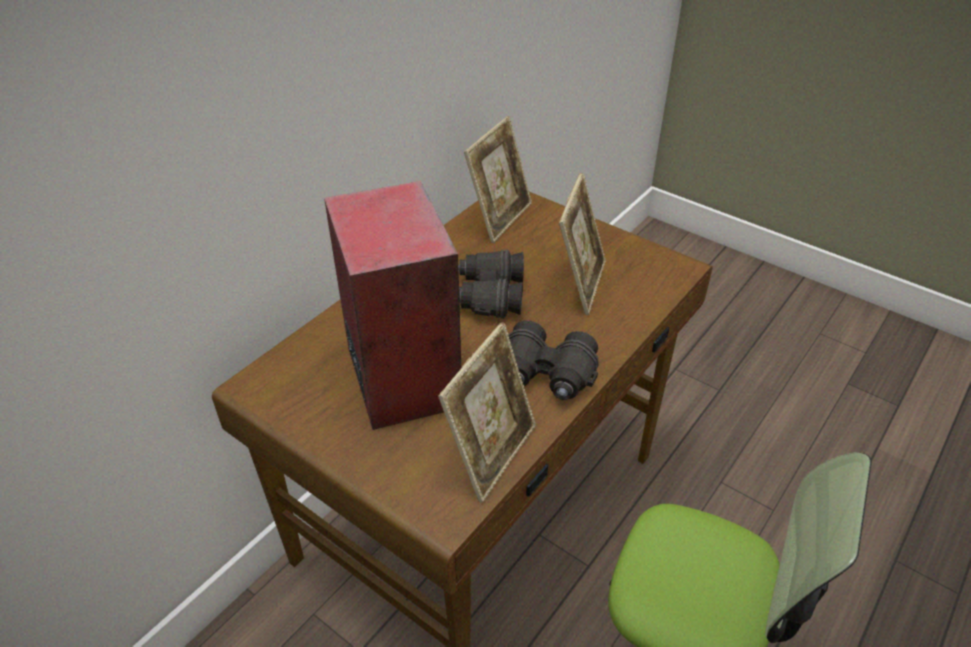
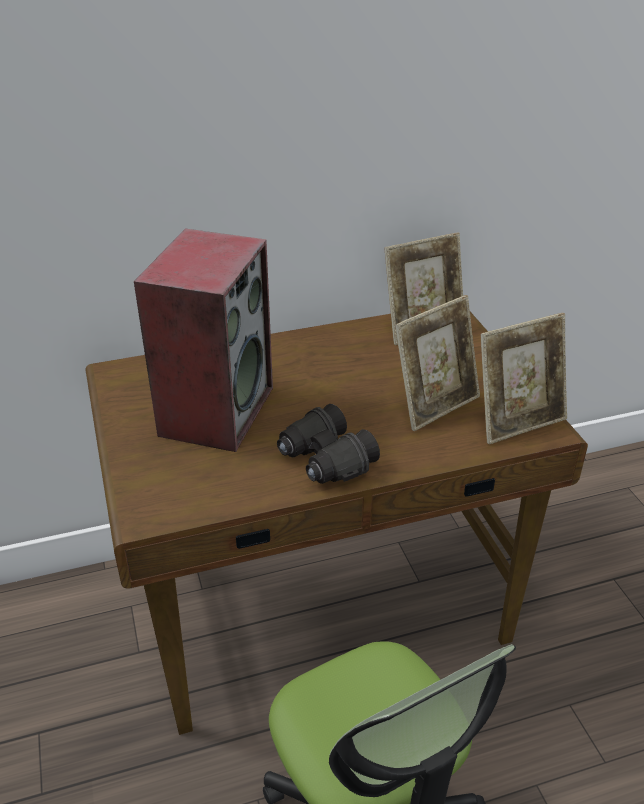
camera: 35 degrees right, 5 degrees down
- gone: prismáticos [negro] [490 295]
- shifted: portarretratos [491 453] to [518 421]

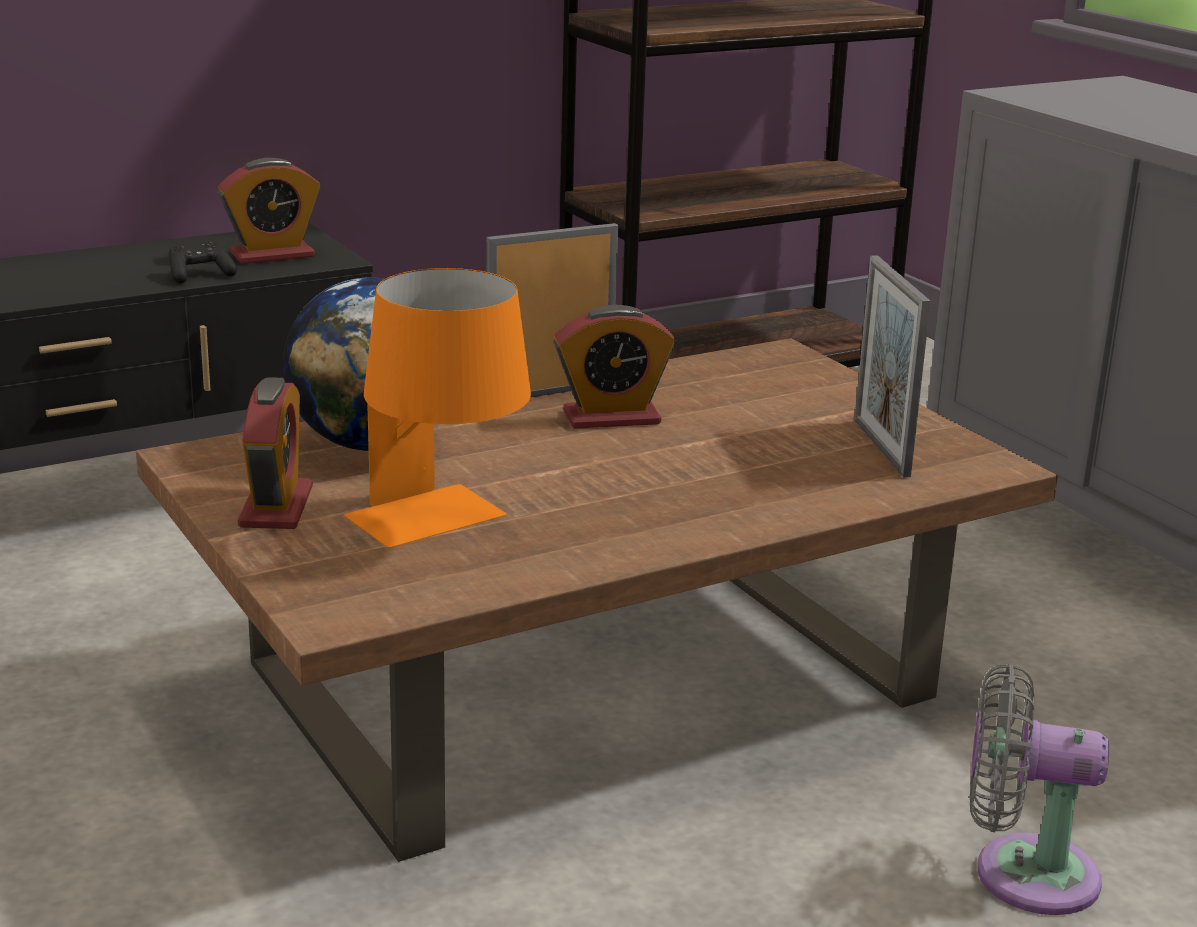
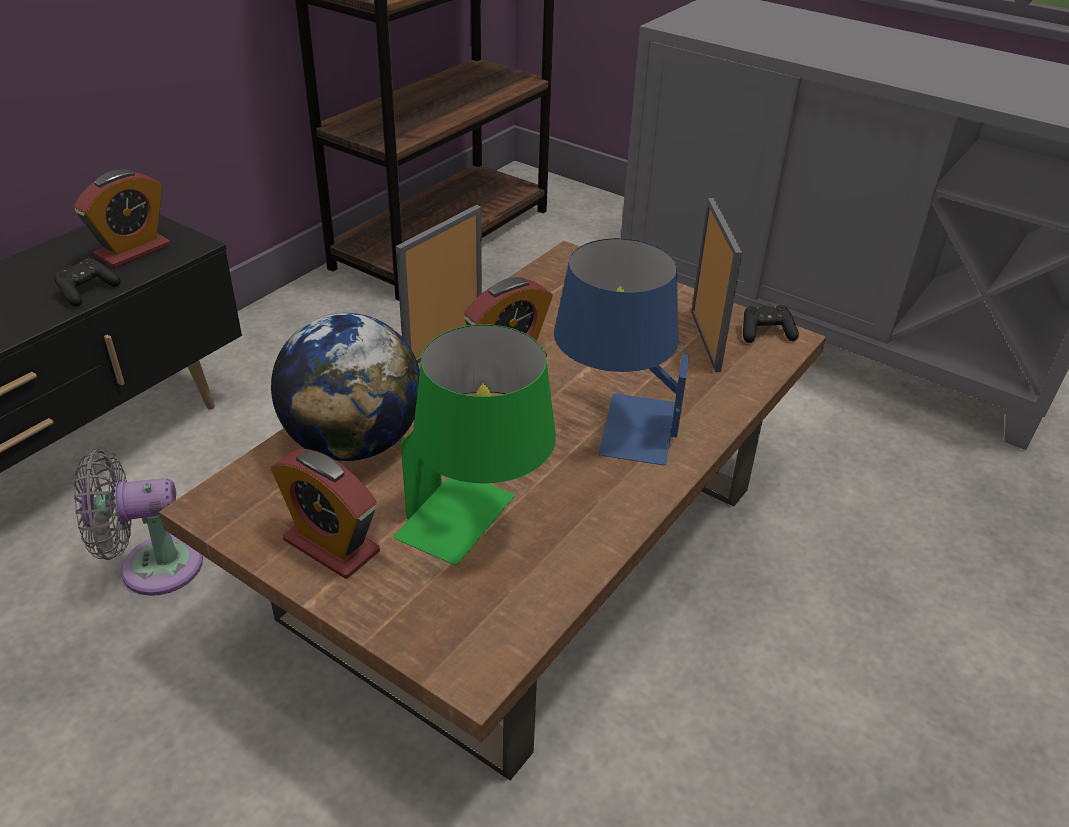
camera: 25 degrees left, 15 degrees up
- rotated: portarretratos [881 448] = [705 340] 150 degrees counterclockwise
- repainted: lámpara de mesa [naranja] [443 526] to lámpara de mesa [verde] [477 524]
- rotated: despertador [276 507] = [331 546] 150 degrees clockwise
- shifted: ventilador [gris] [1022 873] to [152 567]
- new: lámpara de mesa [azul] [615 425]
- new: mando de consola [negro] [766 333]

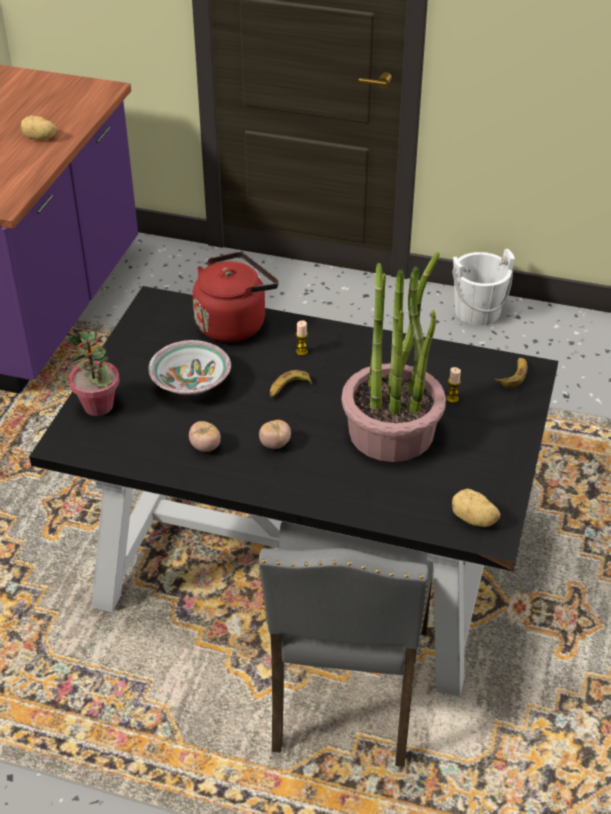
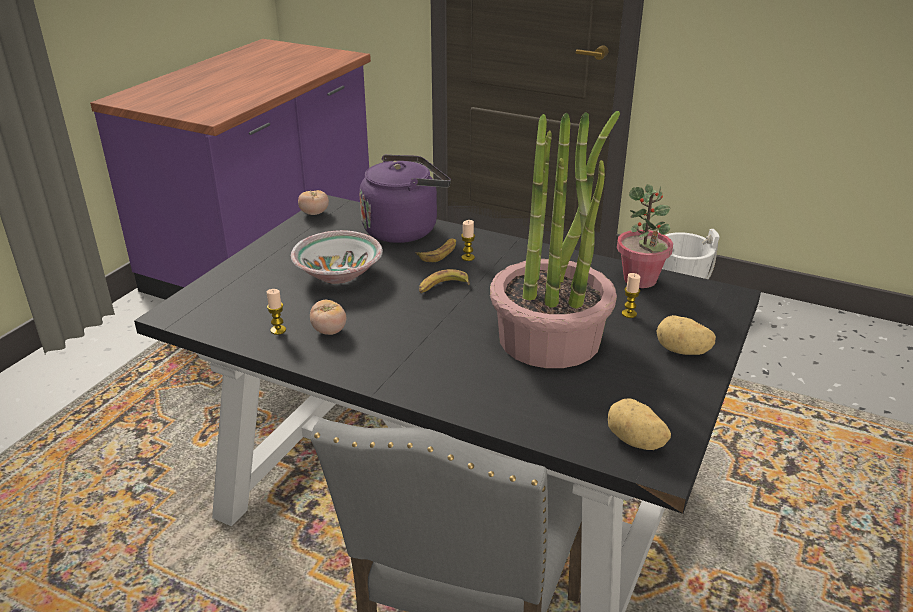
camera: 10 degrees right, 10 degrees down
- shifted: patata [39 138] to [682 351]
- repainted: hervidor [rojo] [234 323] to hervidor [morado] [404 229]
- shifted: planta en maceta [98 406] to [640 280]
- shifted: plátano [513 375] to [439 253]
- shifted: tomate [275 444] to [314 213]
- new: vela [278 330]

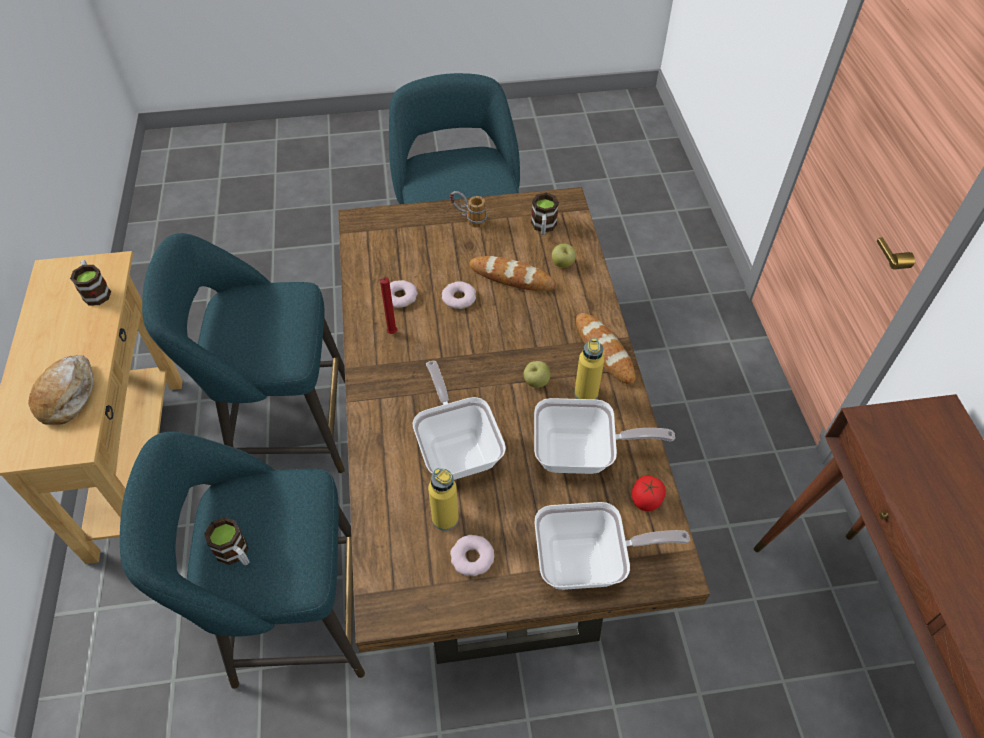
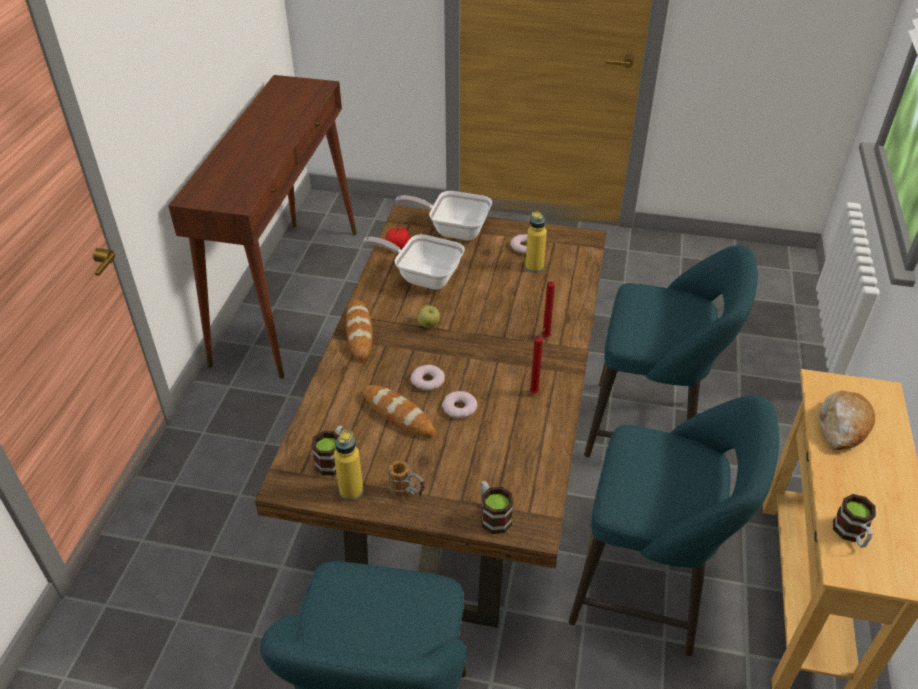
camera: 160 degrees left, 10 degrees down
- gone: manzana [563 264]
- shifted: rosquilla [400 296] to [427 381]
- shifted: botella [amarillo] [586 393] to [351 491]
- gone: sartén [457 448]
- shifted: taza grande [236 554] to [492 515]
- new: vela [rojo] [544 337]

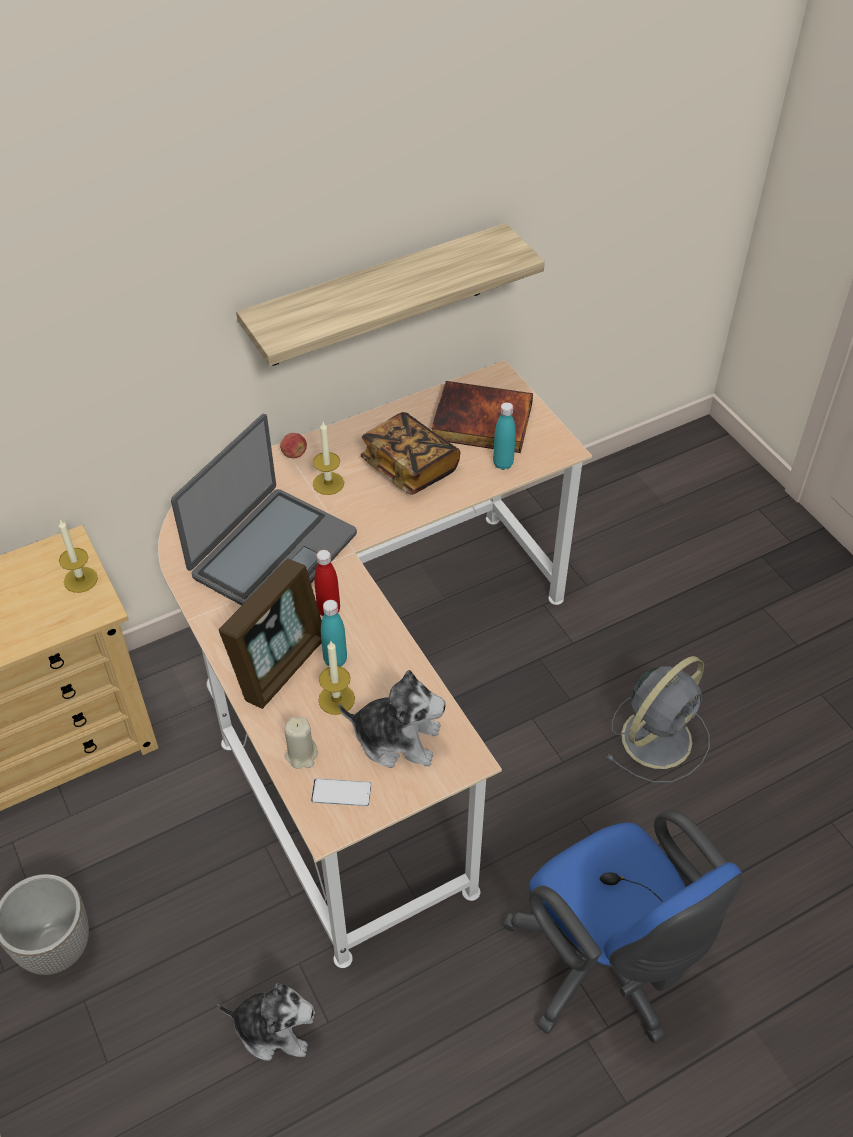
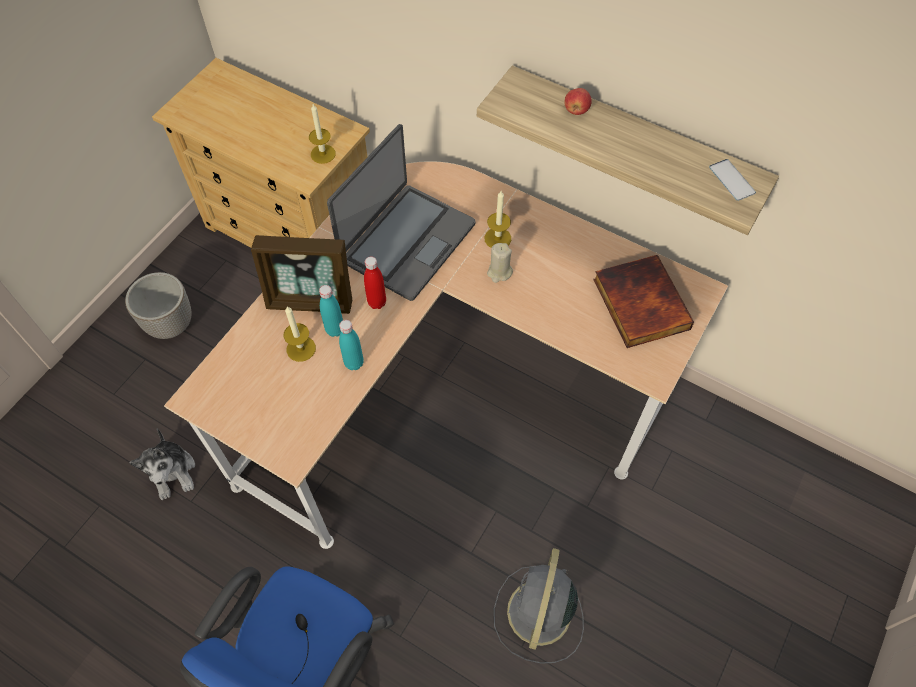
camera: 60 degrees right, 10 degrees up
- shifted: botella [turquesa] [503 464] to [354 363]
- gone: libro [410 467]
- rotated: portátil [272 554] = [406 242] 60 degrees counterclockwise
- shifted: manzana [294 454] to [576 110]
- rotated: ventilador [gris] [658 736] = [538 615] 90 degrees clockwise
- gone: peluche [397 738]
- shifted: vela [beis] [302 754] to [499 272]
- shifted: móvil [341 792] to [731 180]

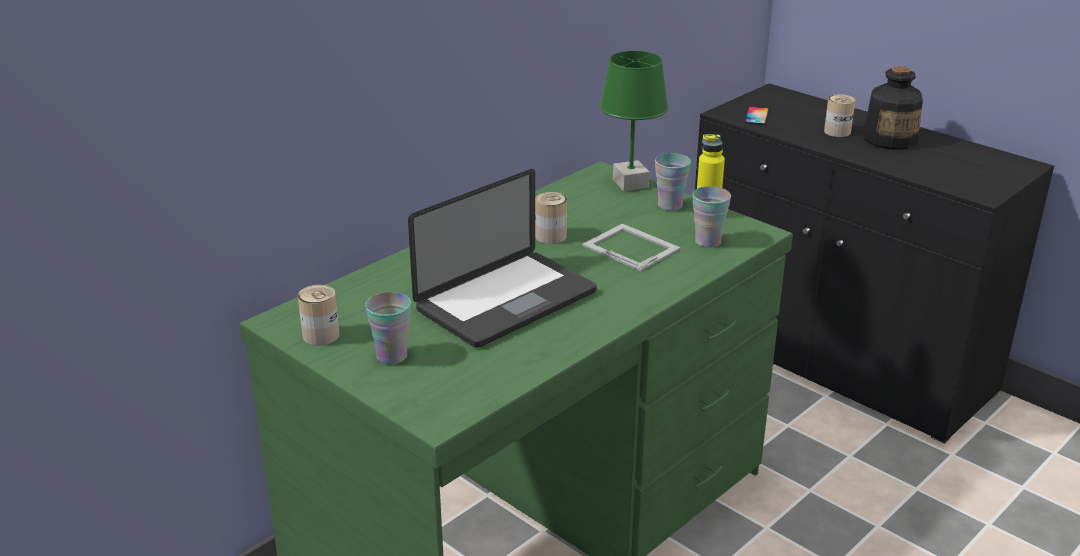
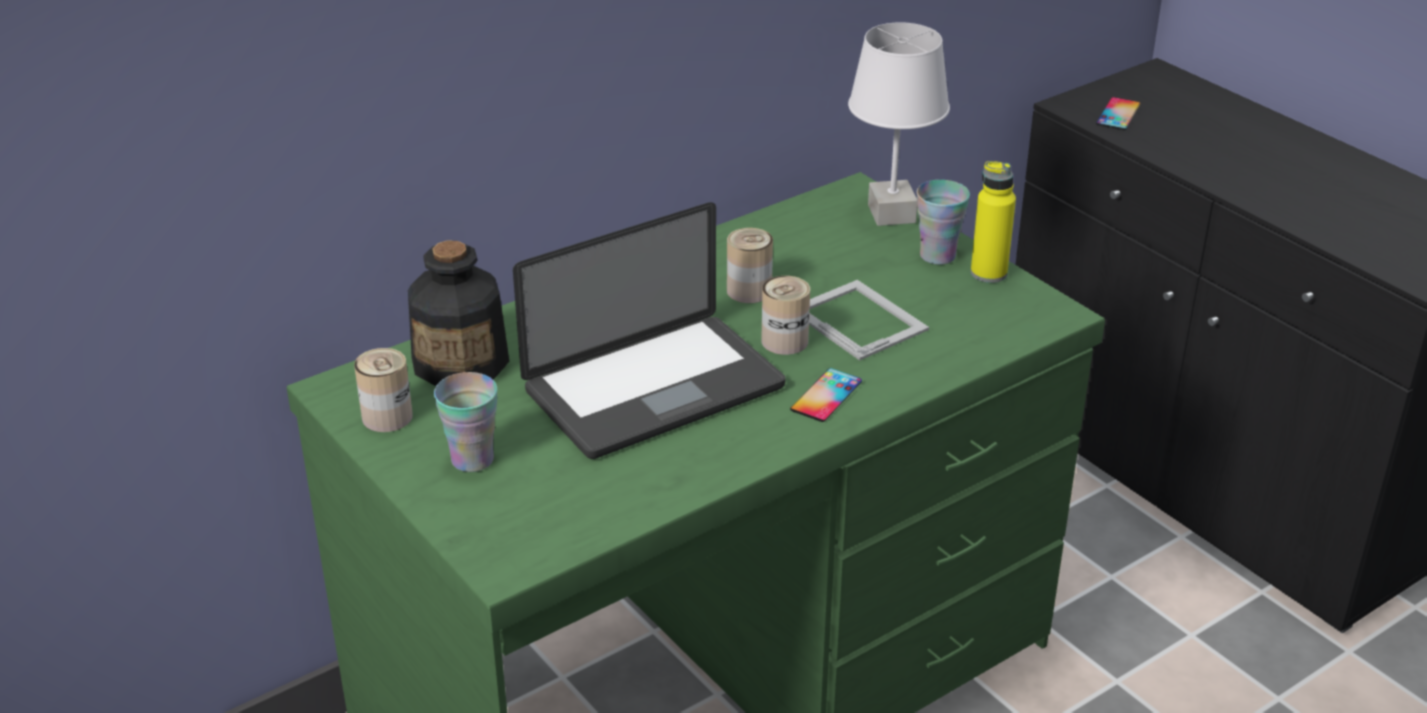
camera: 10 degrees right, 5 degrees up
- repainted: lámpara de mesa [verde] [631 184] to lámpara de mesa [blanco] [892 214]
- shifted: botella [890 139] to [461 362]
- shifted: lata [837 132] to [784 341]
- gone: taza [708 242]
- new: móvil [826 395]

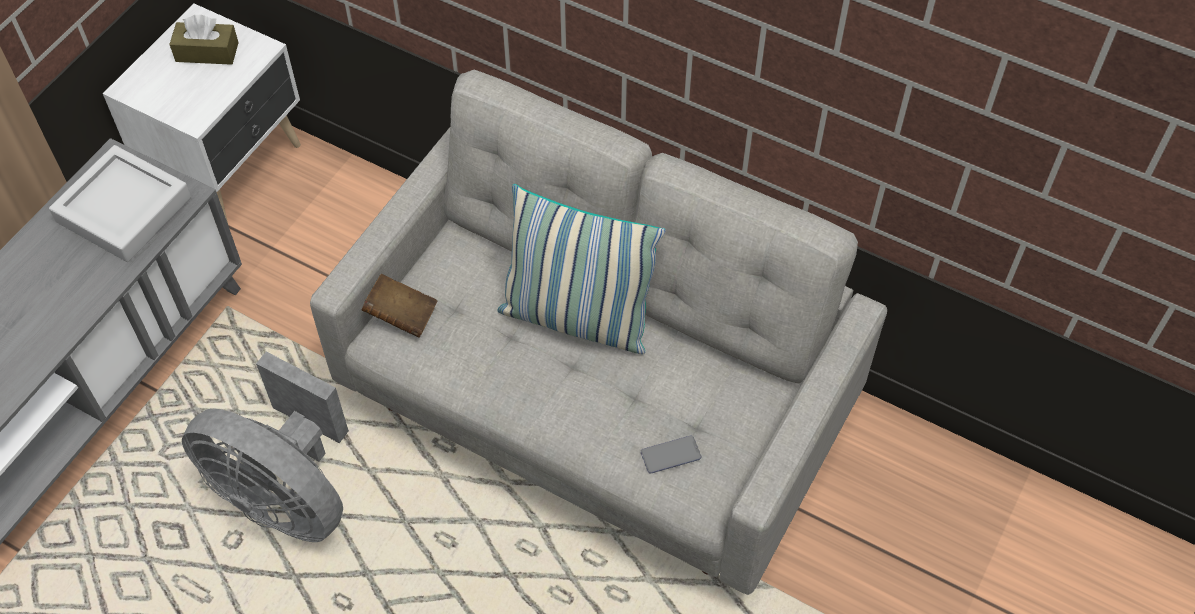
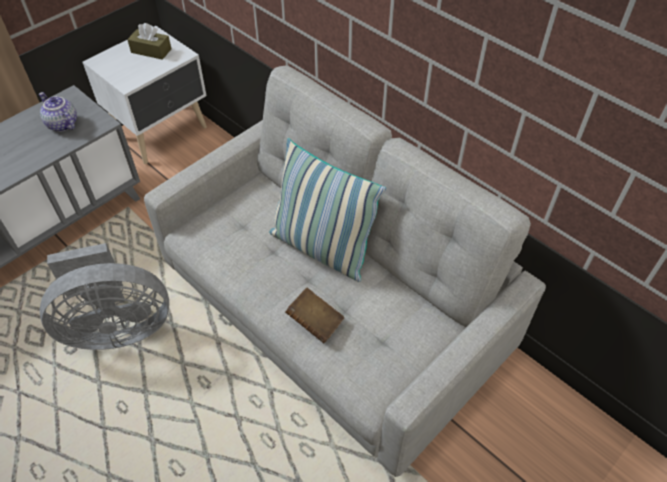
camera: 15 degrees right, 5 degrees down
- swapped: bandeja [gris] [124 209] to tetera [62 124]
- shifted: libro [marrón] [401 315] to [315 322]
- rotated: ventilador [gris] [287 494] = [116 327] 60 degrees counterclockwise
- gone: móvil [670 455]

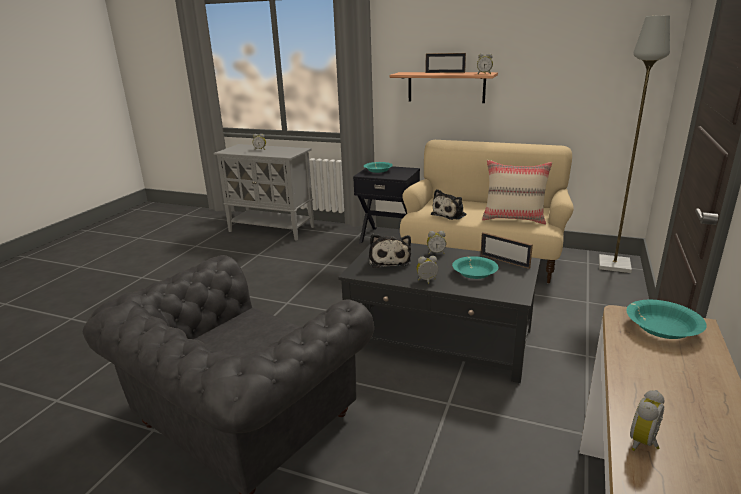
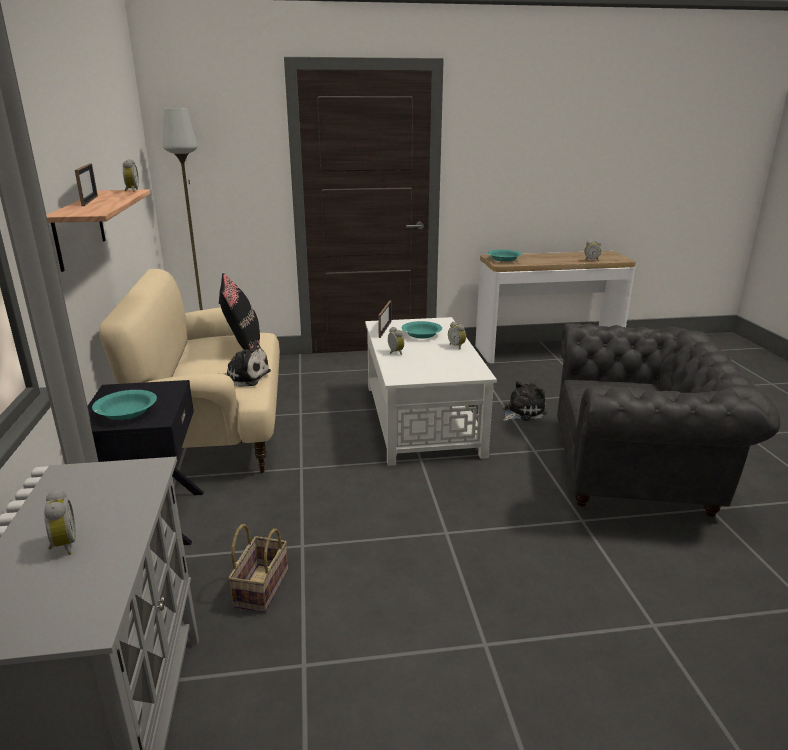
camera: 120 degrees left, 0 degrees up
- repainted: cojín [beis] [514 219] to cojín [negro] [243 347]
- shifted: peluche [389 260] to [522 412]
- repainted: mesa de centro [negro] [440 338] to mesa de centro [blanco] [422 418]
- new: cesta [261 587]

